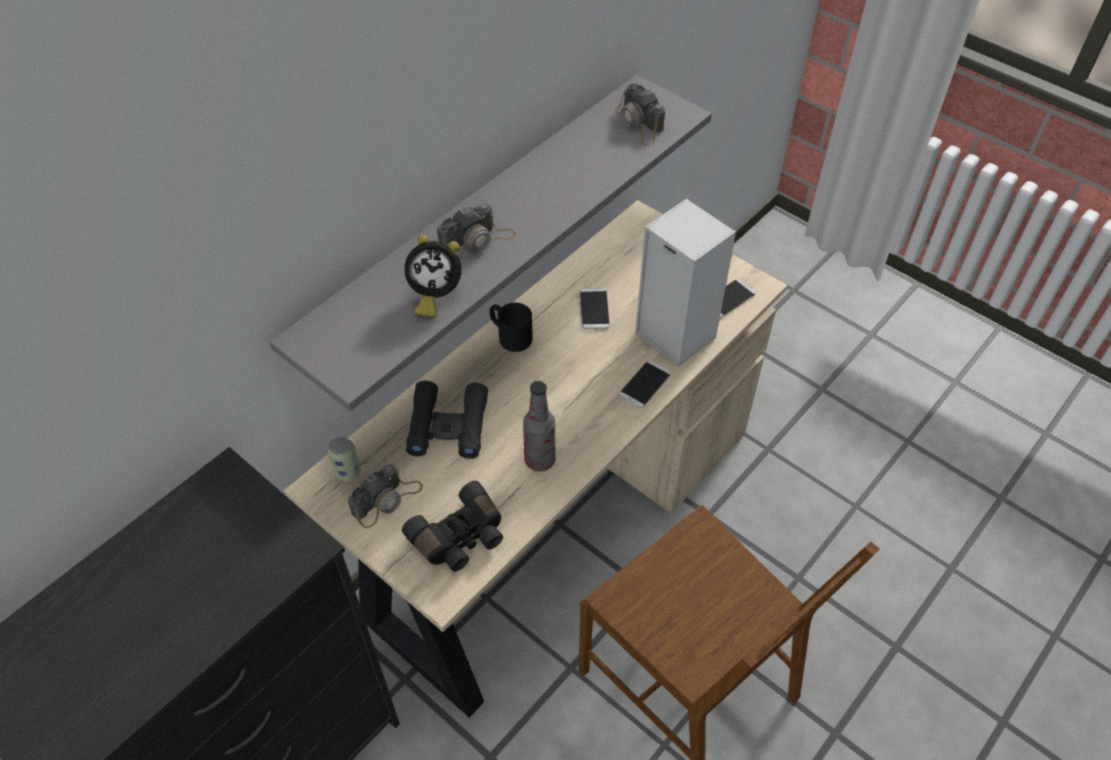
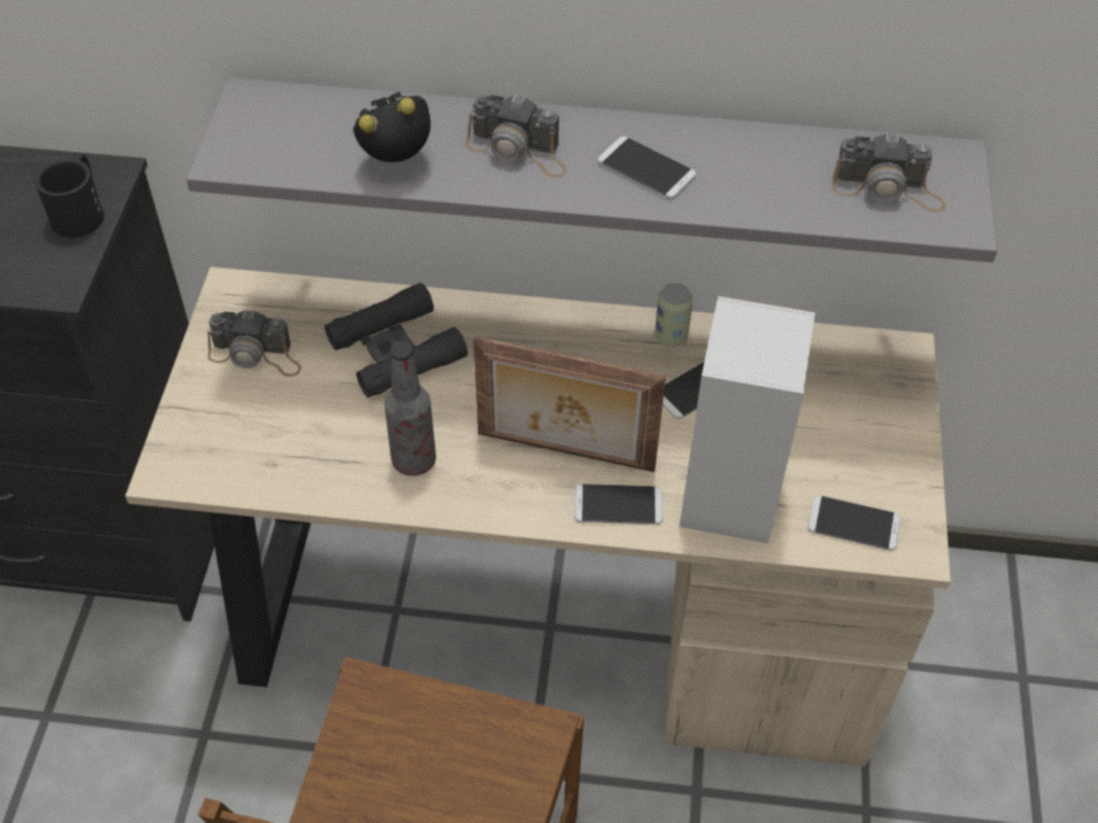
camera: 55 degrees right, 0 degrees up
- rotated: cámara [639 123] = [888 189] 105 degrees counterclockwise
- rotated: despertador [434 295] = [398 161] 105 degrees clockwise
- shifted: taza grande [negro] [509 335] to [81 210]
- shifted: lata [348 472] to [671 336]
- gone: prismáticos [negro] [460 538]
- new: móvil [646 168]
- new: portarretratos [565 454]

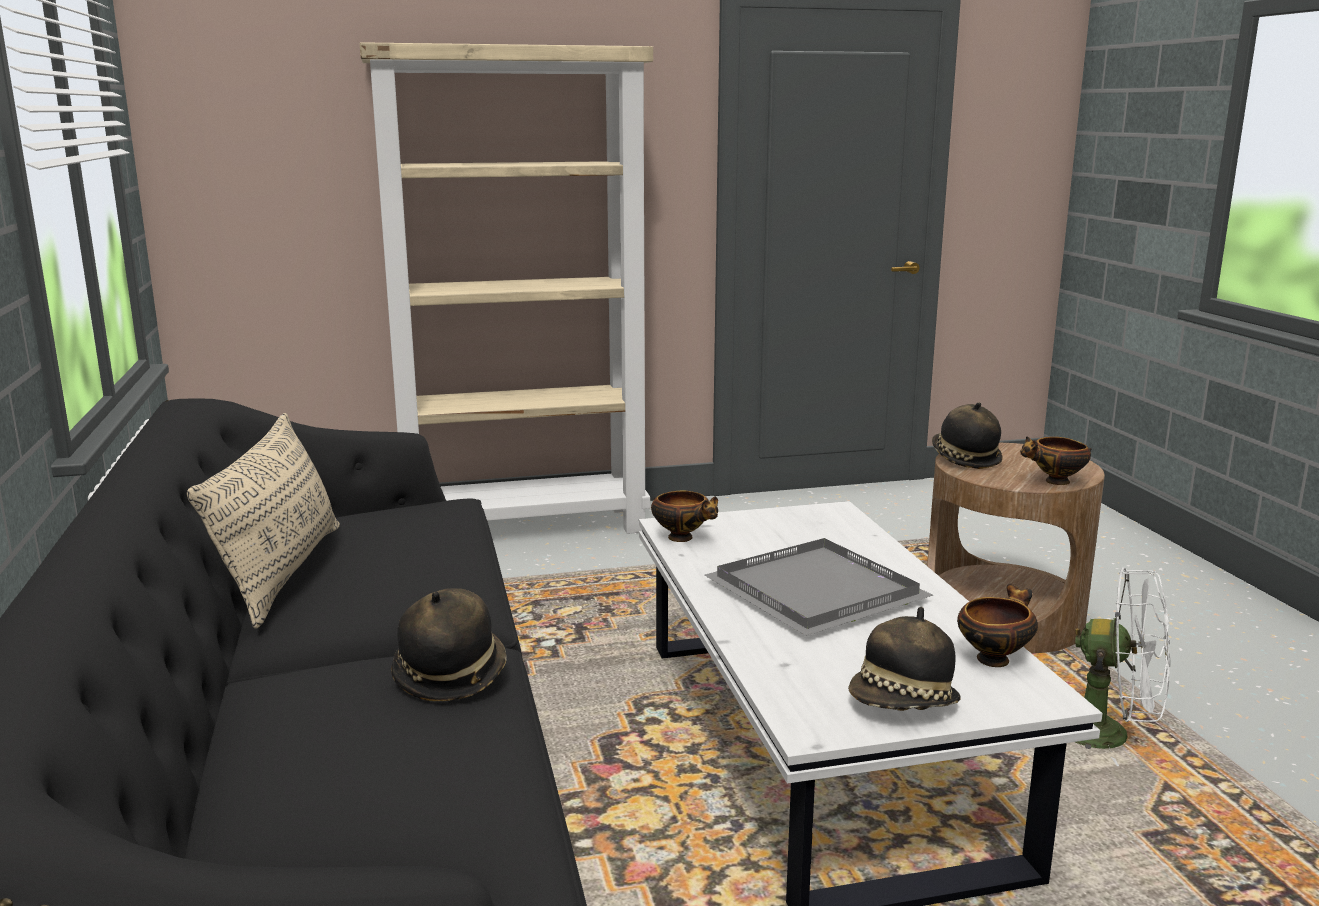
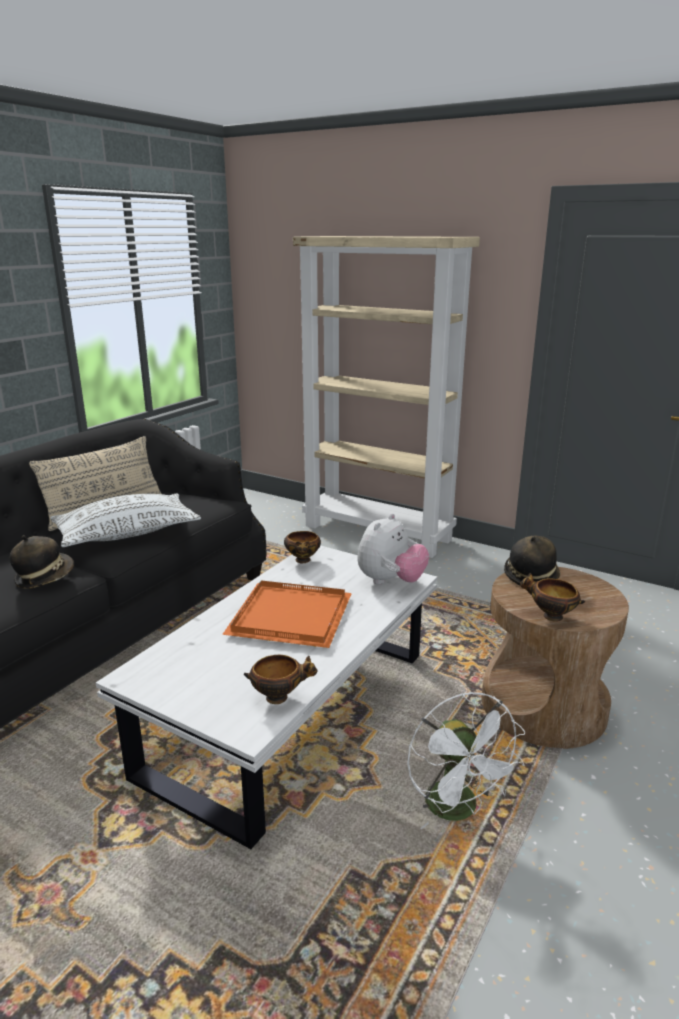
camera: 45 degrees right, 5 degrees up
- repainted: bandeja [gris] [820 592] to bandeja [naranja] [291 618]
- gone: sombrero [903 704]
- new: cojín [blanco] [127 534]
- new: peluche [390 581]

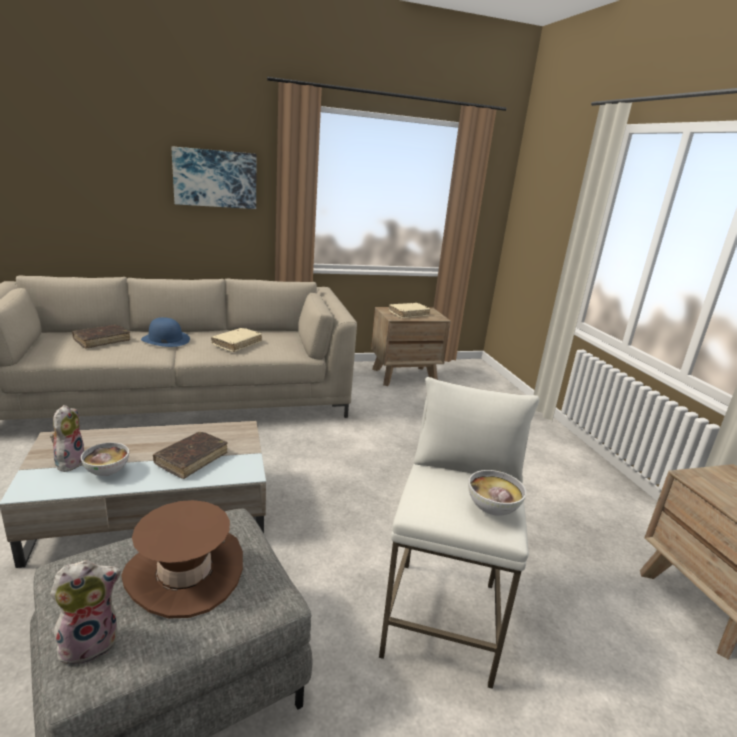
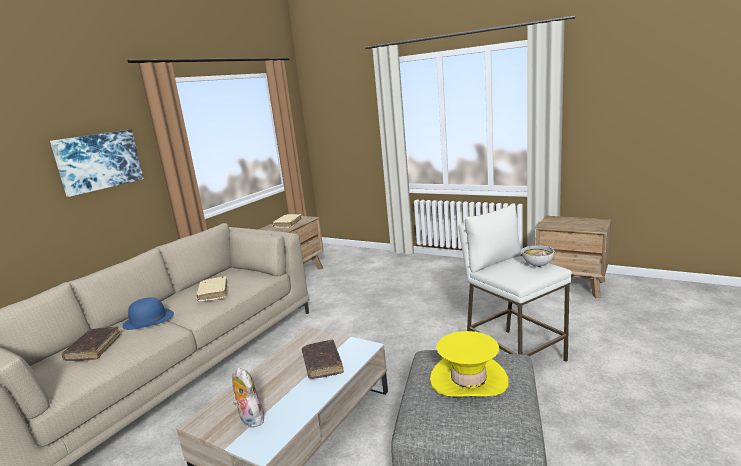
camera: 40 degrees left, 5 degrees down
- gone: cuenco [107 471]
- repainted: sombrero [marrón] [185 573] to sombrero [amarillo] [468 379]
- gone: peluche [91 642]

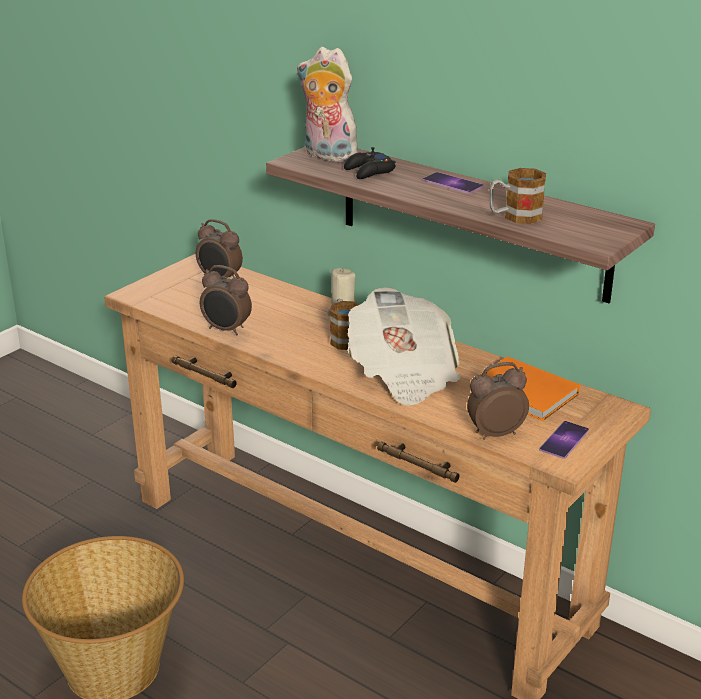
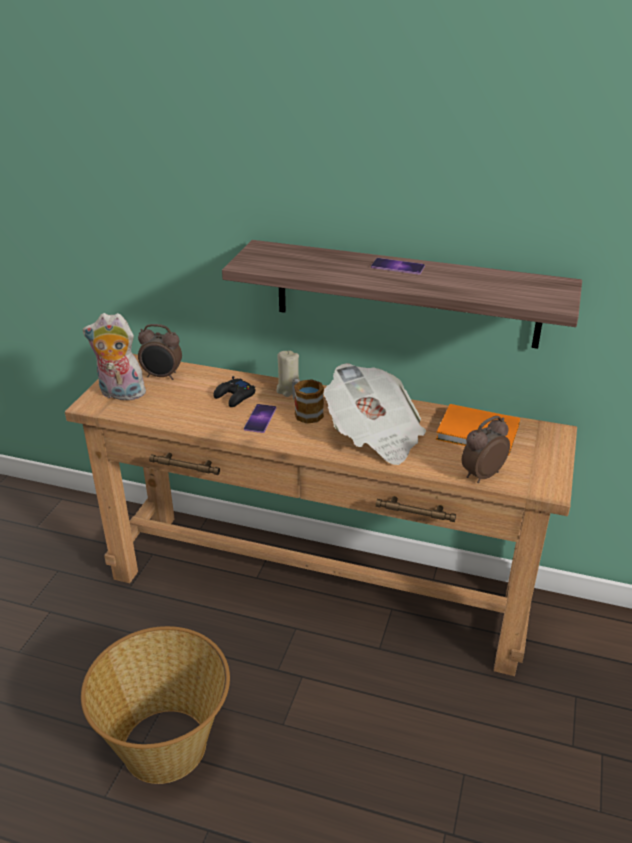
camera: 20 degrees left, 5 degrees up
- shifted: peluche [327 156] to [120 394]
- shifted: mando de consola [negro] [369 171] to [235 397]
- gone: taza grande [515 217]
- gone: despertador [226 330]
- shifted: móvil [564 440] to [260 418]

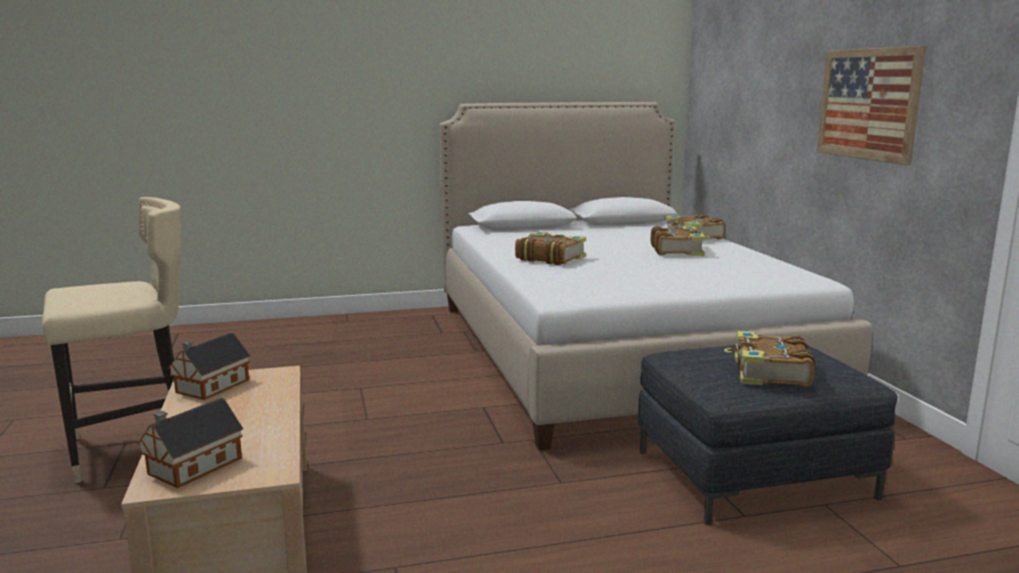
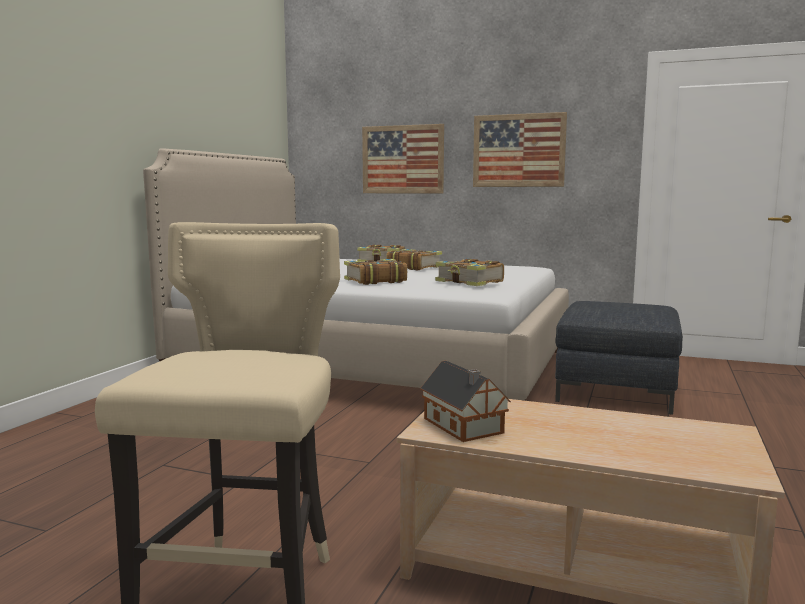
camera: 55 degrees left, 5 degrees down
- shifted: libro [769 373] to [469 282]
- gone: casita [191 467]
- new: cuadro [402 159]

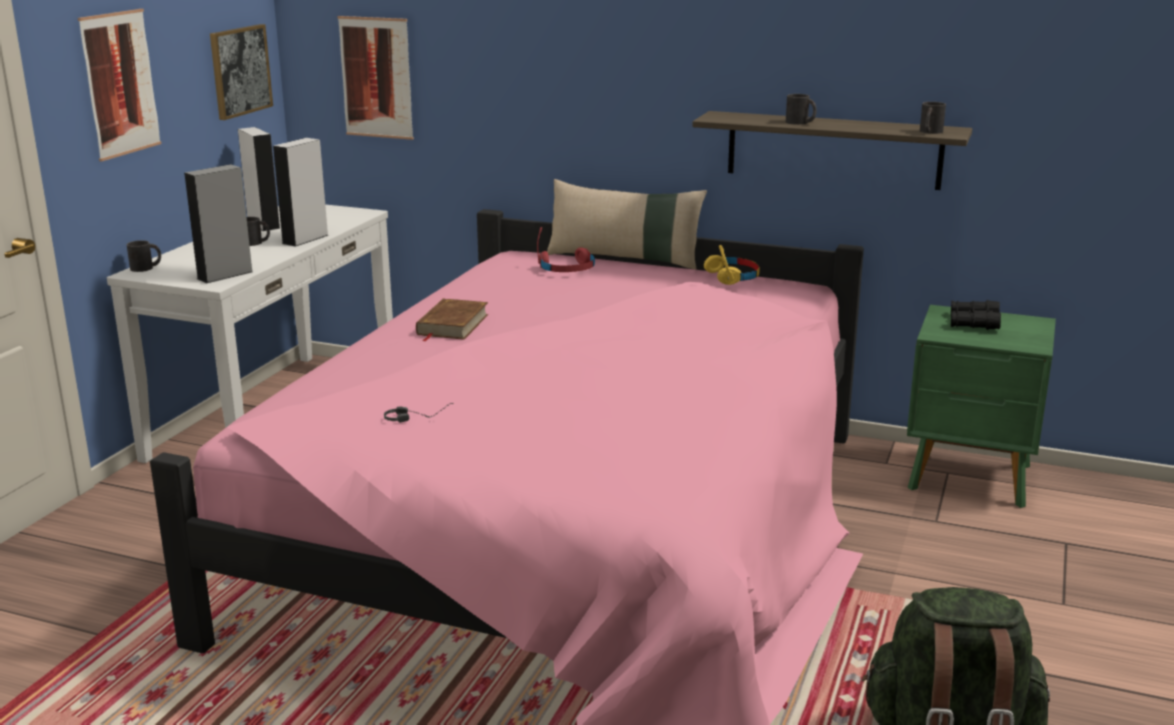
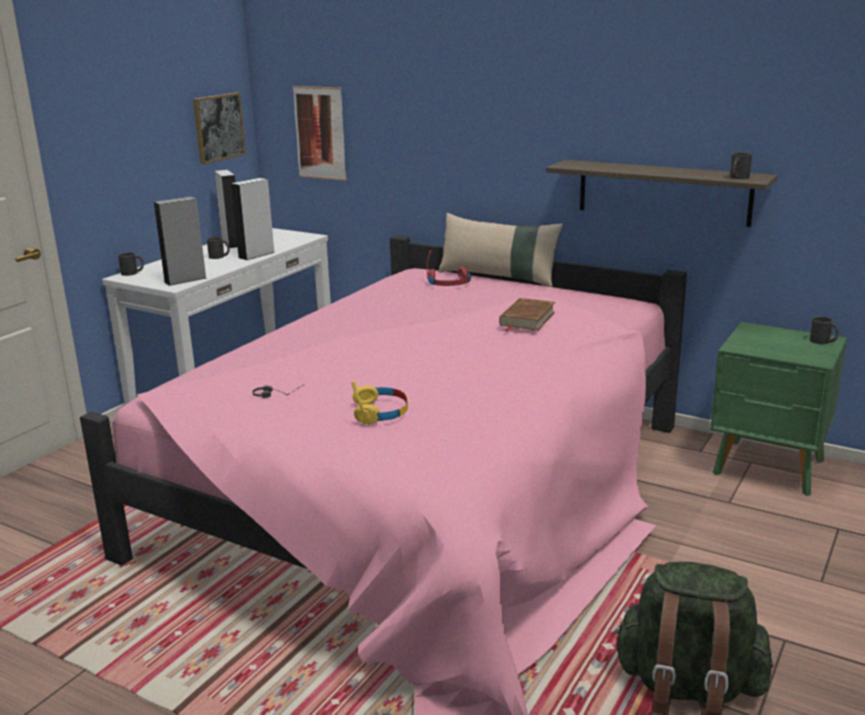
camera: 10 degrees right, 0 degrees up
- gone: cuadro [120 84]
- shifted: taza grande [negro] [801 123] to [823 341]
- shifted: auriculares [amarillo] [732 277] to [380 412]
- shifted: libro [marrón] [452 325] to [527 319]
- gone: prismáticos [negro] [973 323]

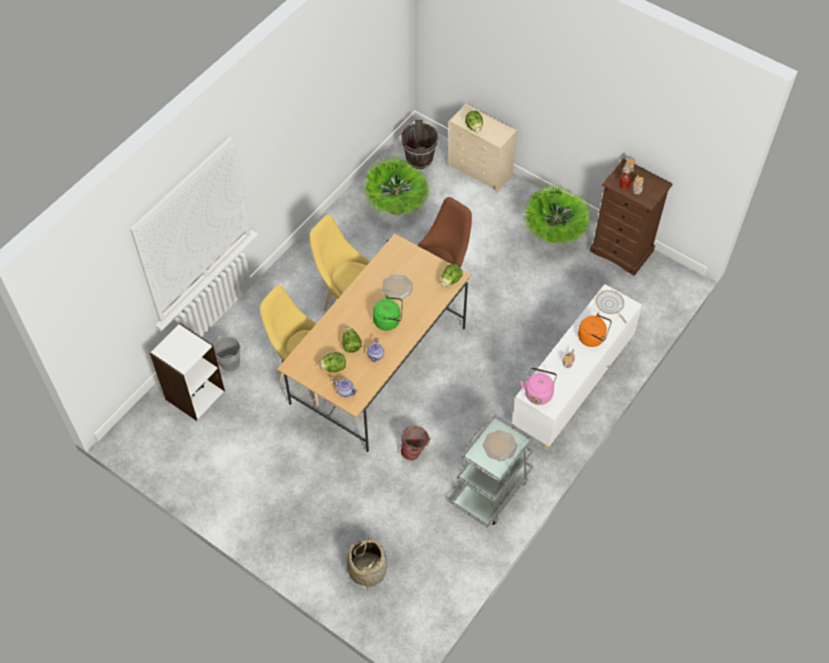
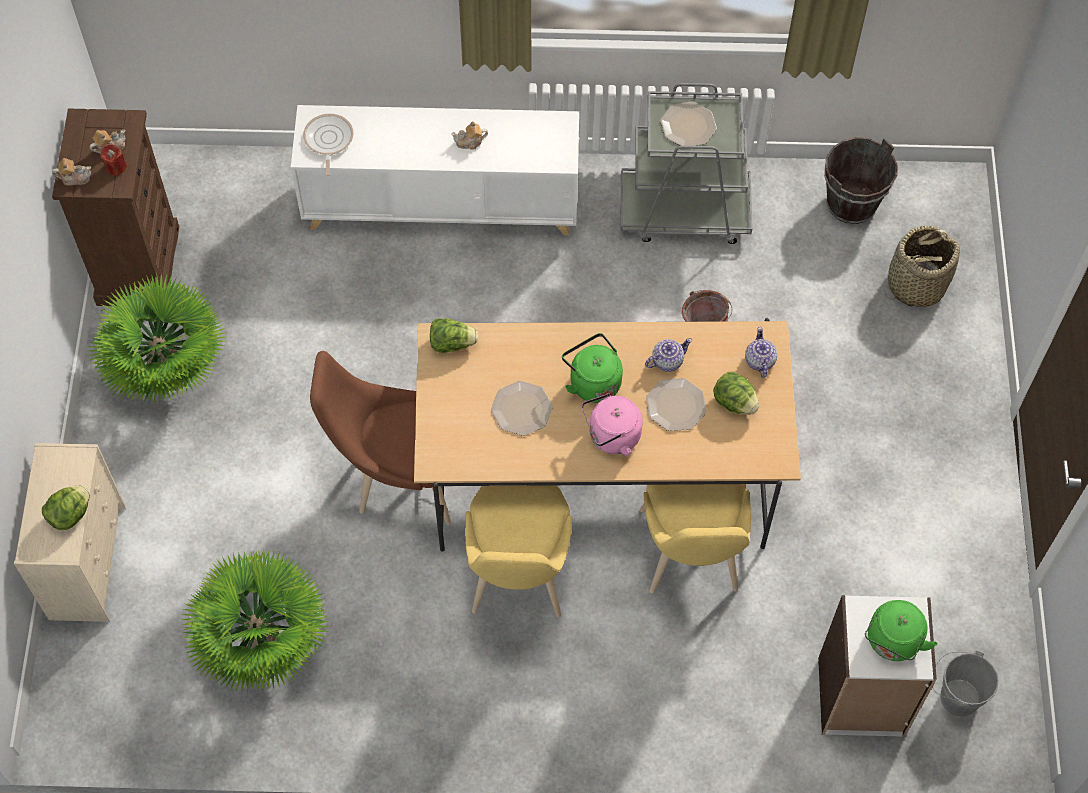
camera: 125 degrees left, 5 degrees up
- shifted: cubo [marrón] [419 159] to [851 204]
- rotated: sartén [610 305] = [328 140] 150 degrees clockwise
- gone: hervidor [naranja] [593 338]
- swapped: lechuga [351 344] to plato [676 405]
- shifted: cubo [gris] [232 362] to [955 696]
- shifted: hervidor [rosa] [538 392] to [611 437]
- new: hervidor [verde] [892 642]

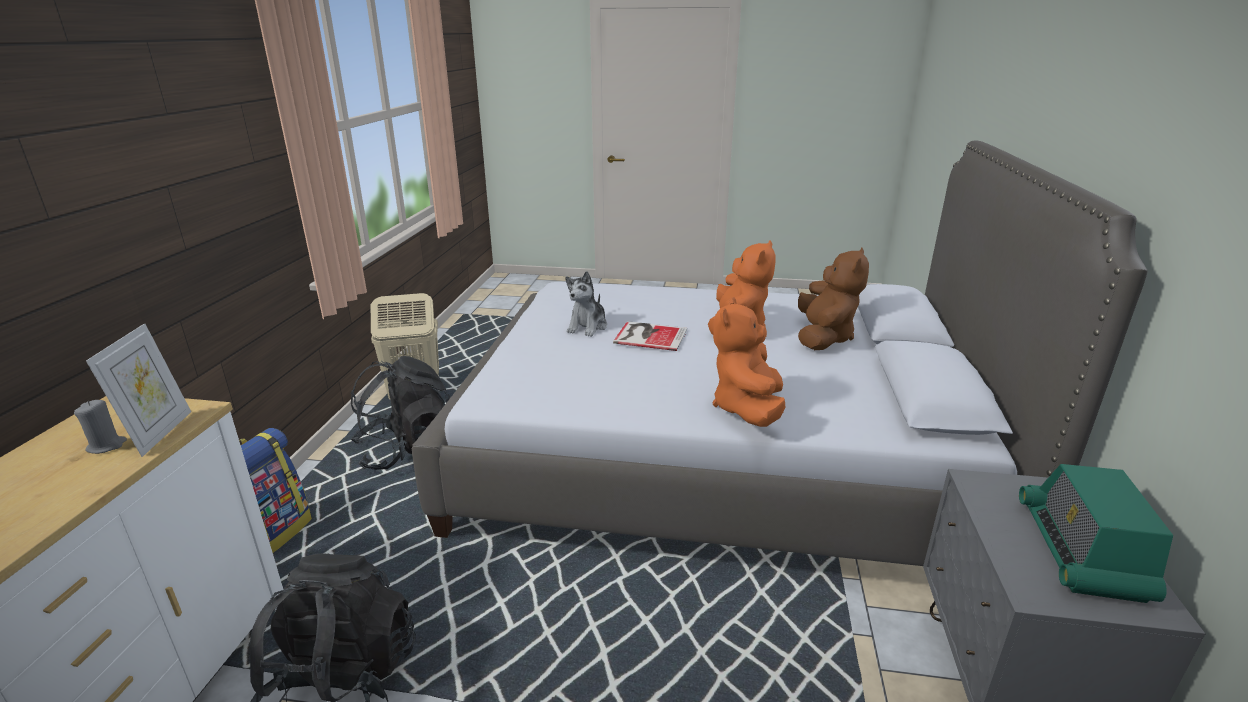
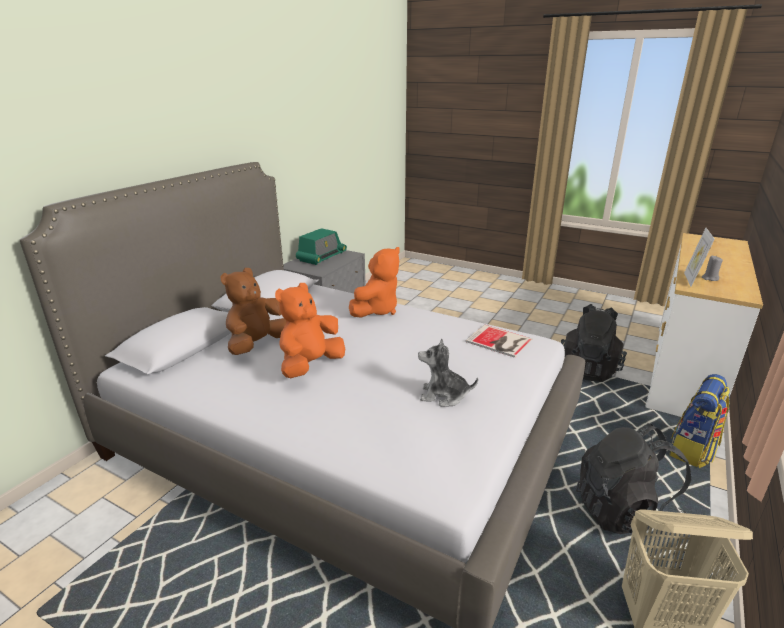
camera: 160 degrees left, 0 degrees up
- rotated: peluche [588 327] = [443 396] 120 degrees counterclockwise
- shifted: libro [649 335] to [499 342]

